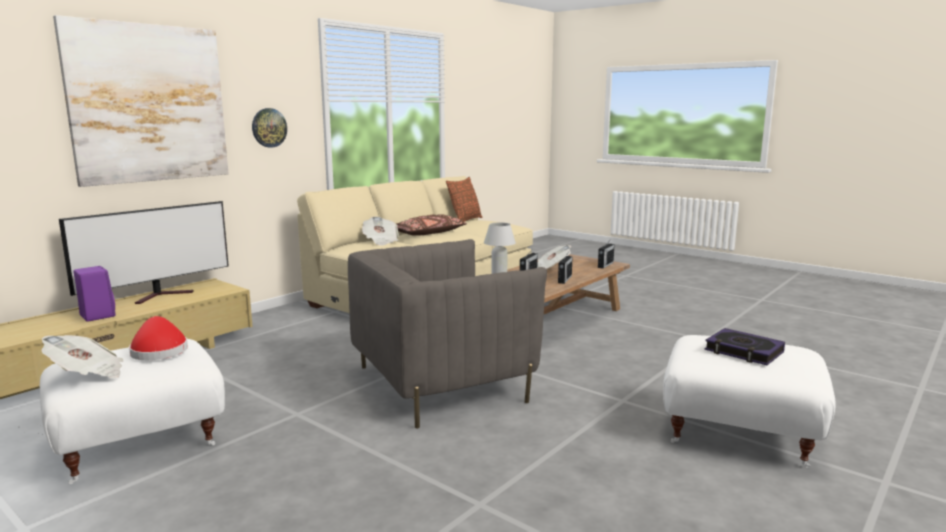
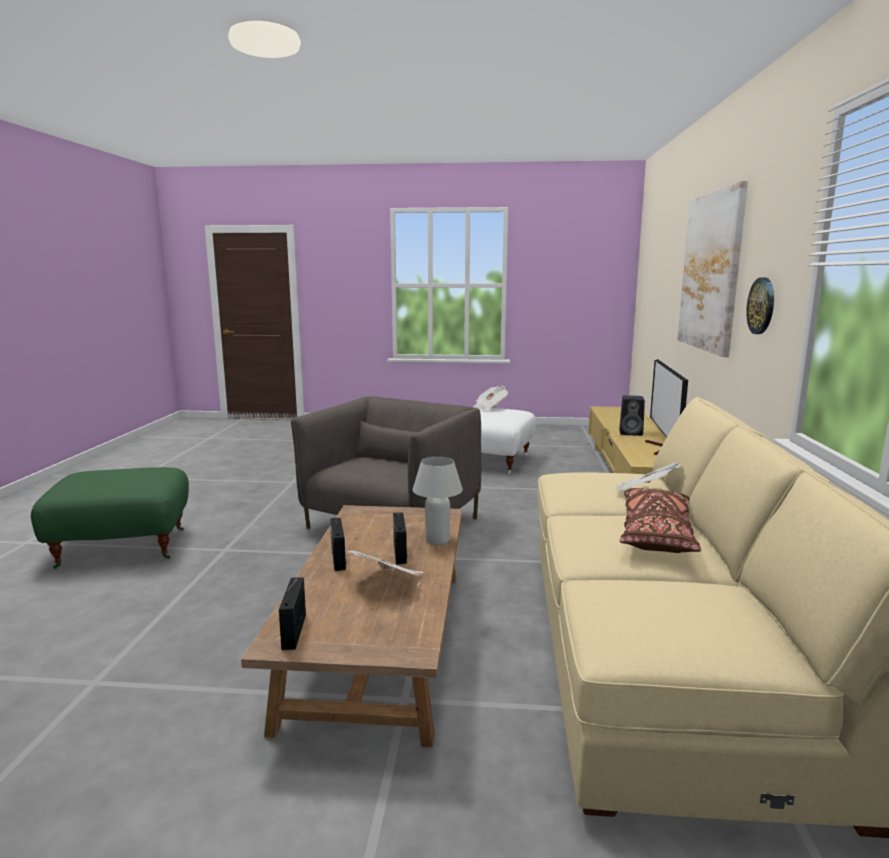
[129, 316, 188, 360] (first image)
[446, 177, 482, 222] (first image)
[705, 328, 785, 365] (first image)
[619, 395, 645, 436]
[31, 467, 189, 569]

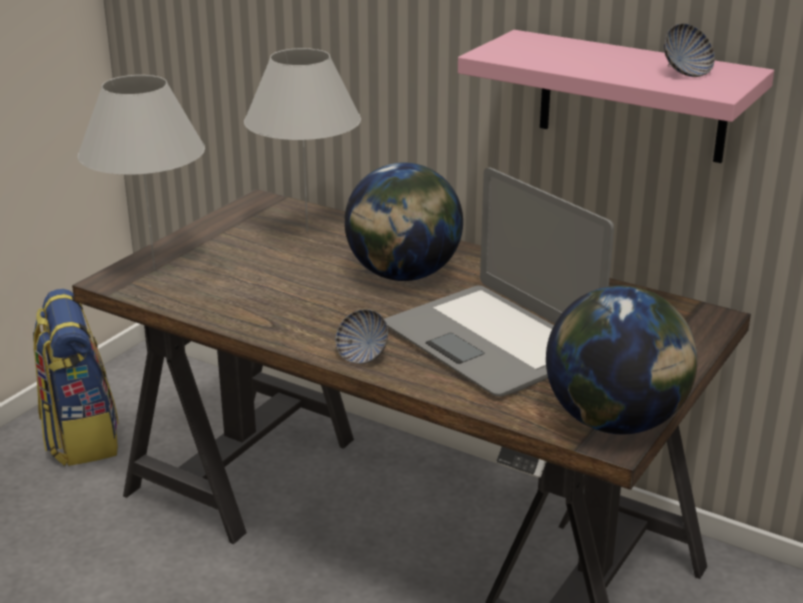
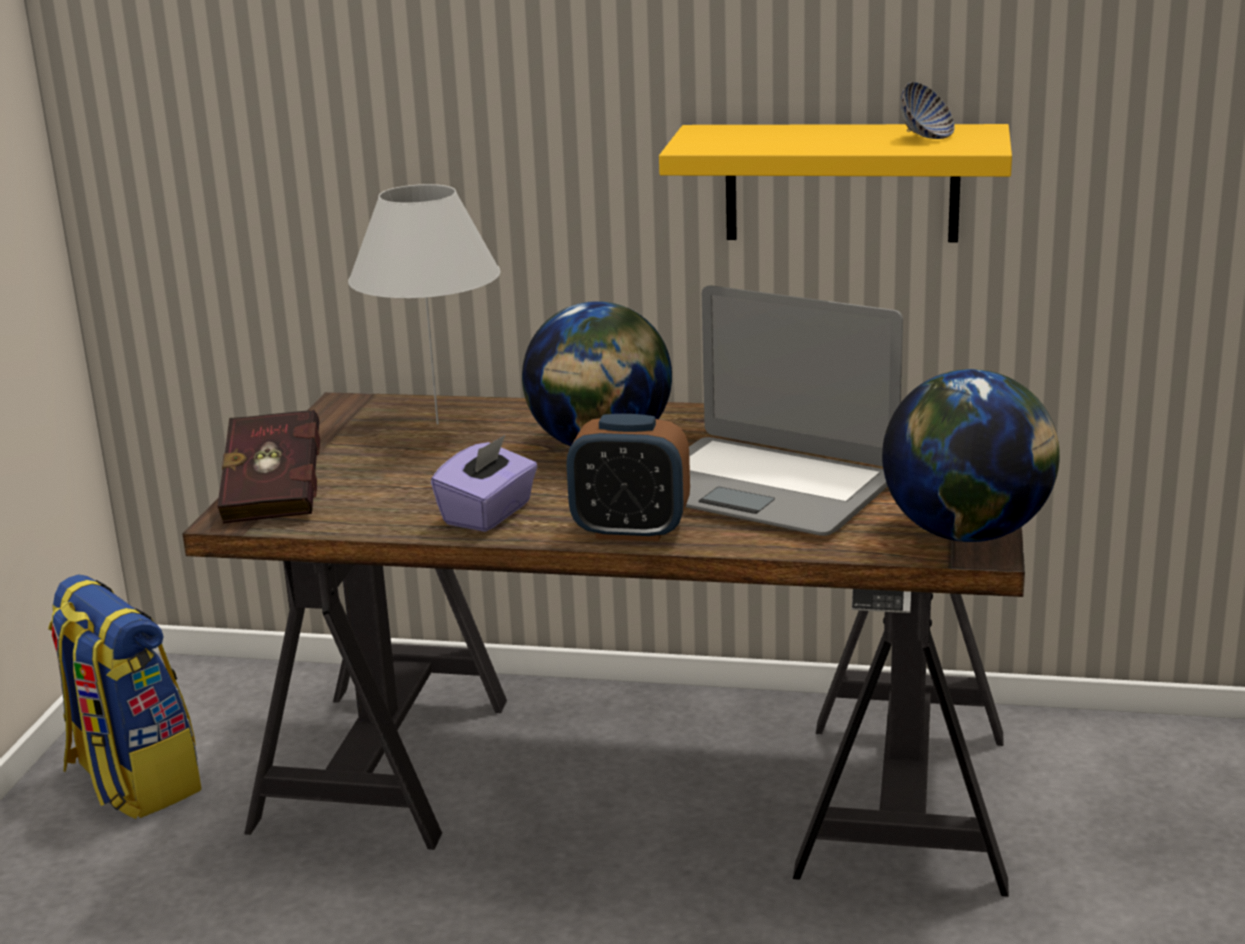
[431, 435, 538, 532]
[217, 410, 320, 523]
[567, 414, 690, 541]
[659, 124, 1012, 242]

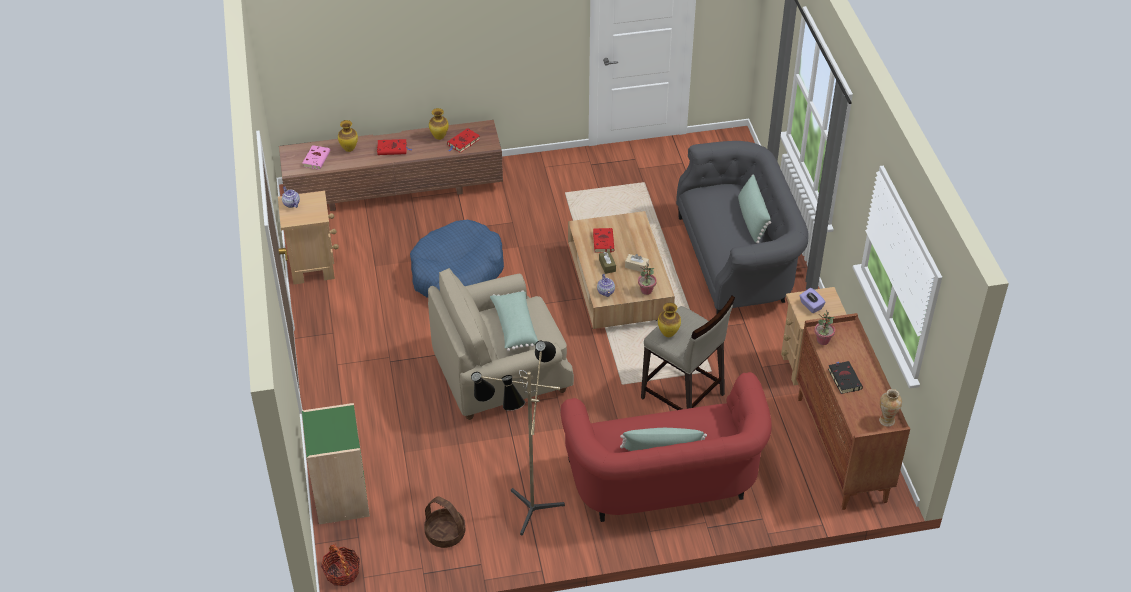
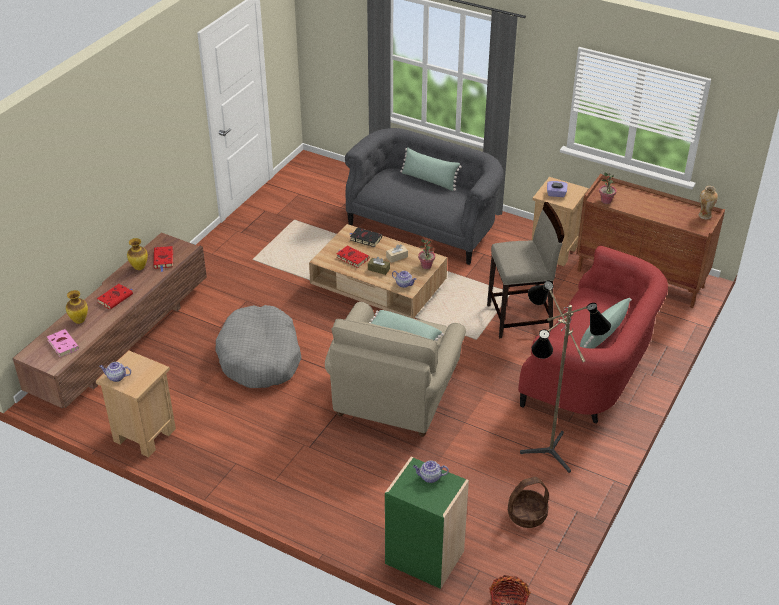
[658, 303, 681, 337] (first image)
[413, 460, 449, 483]
[350, 227, 382, 247]
[215, 305, 302, 388]

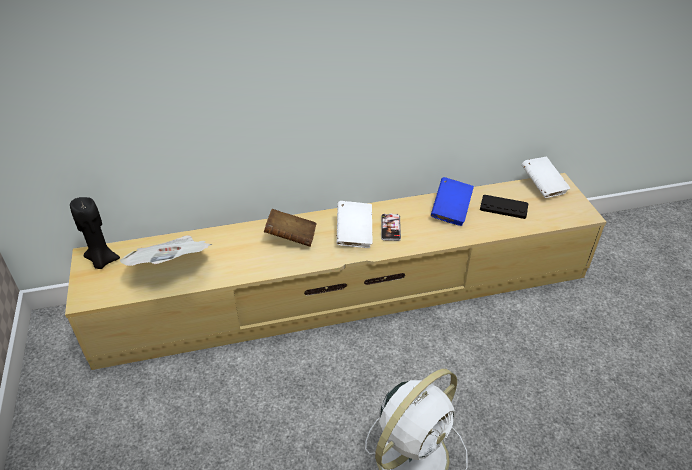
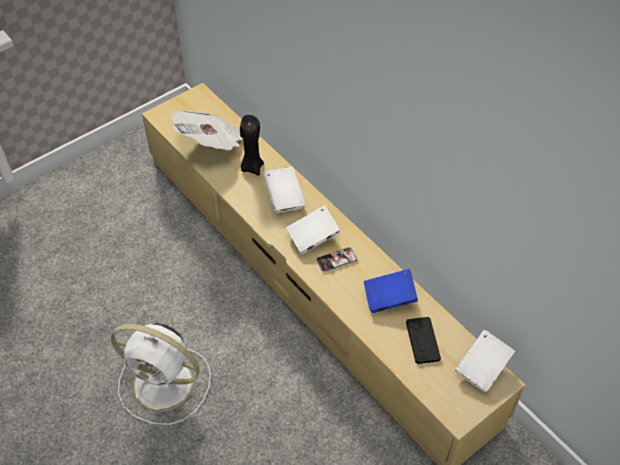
[240, 115, 264, 176]
[263, 167, 305, 213]

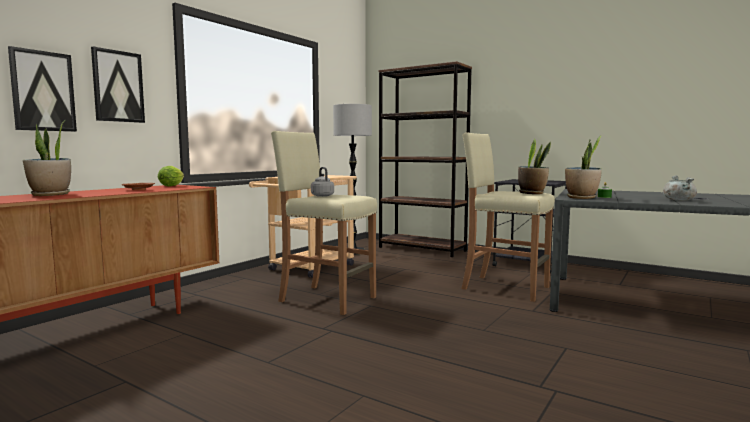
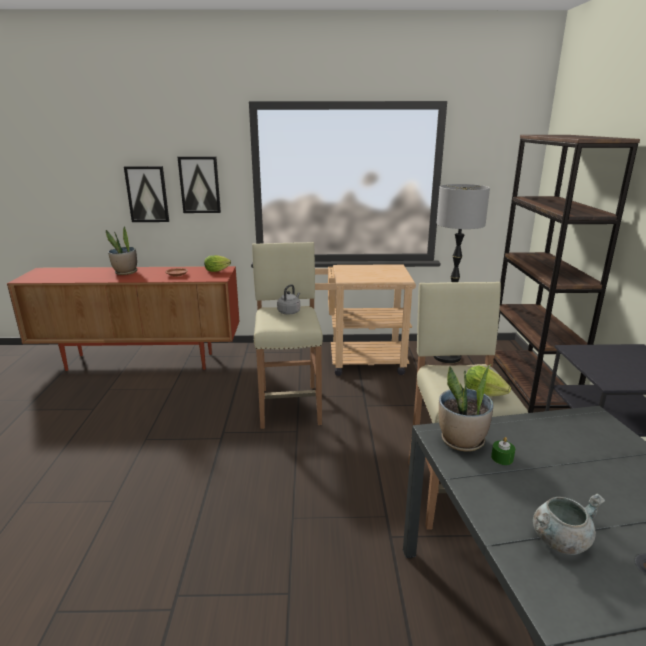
[466, 366, 511, 396]

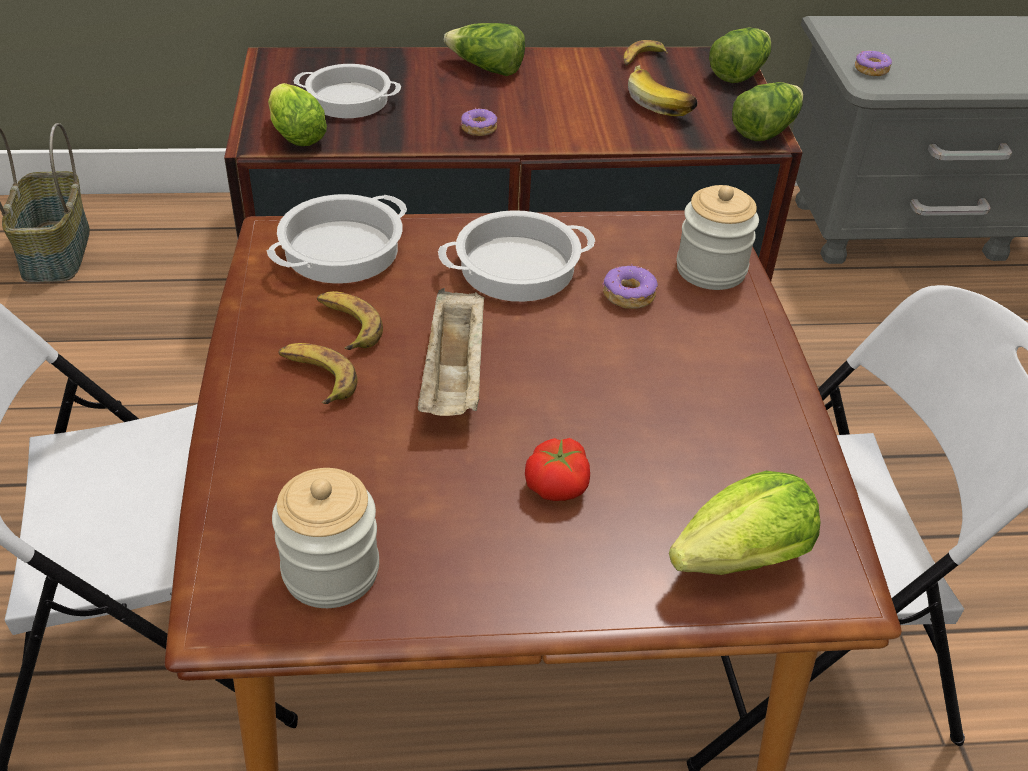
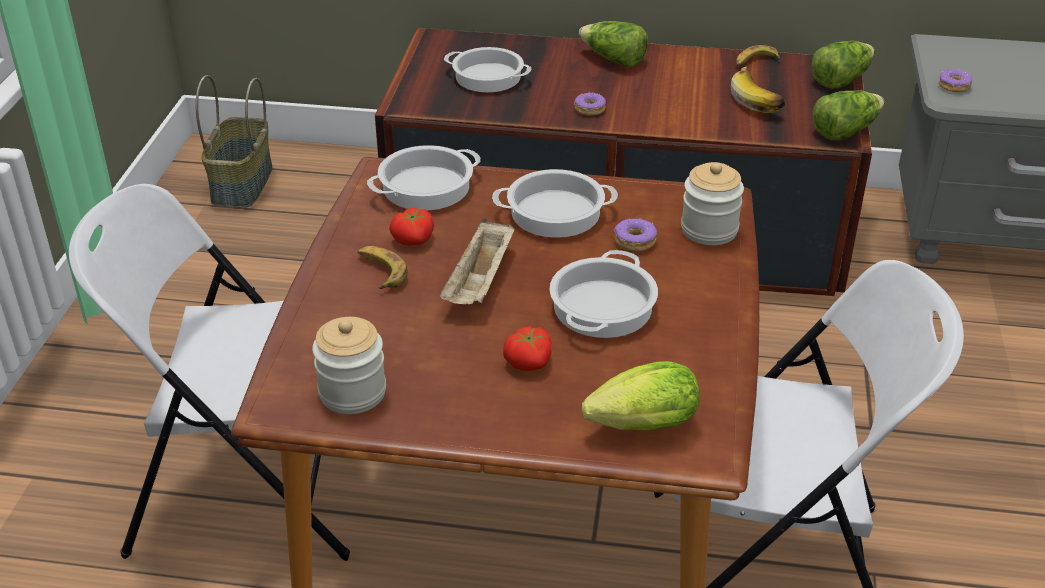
[268, 83, 327, 146] (first image)
[550, 250, 658, 338]
[389, 208, 434, 246]

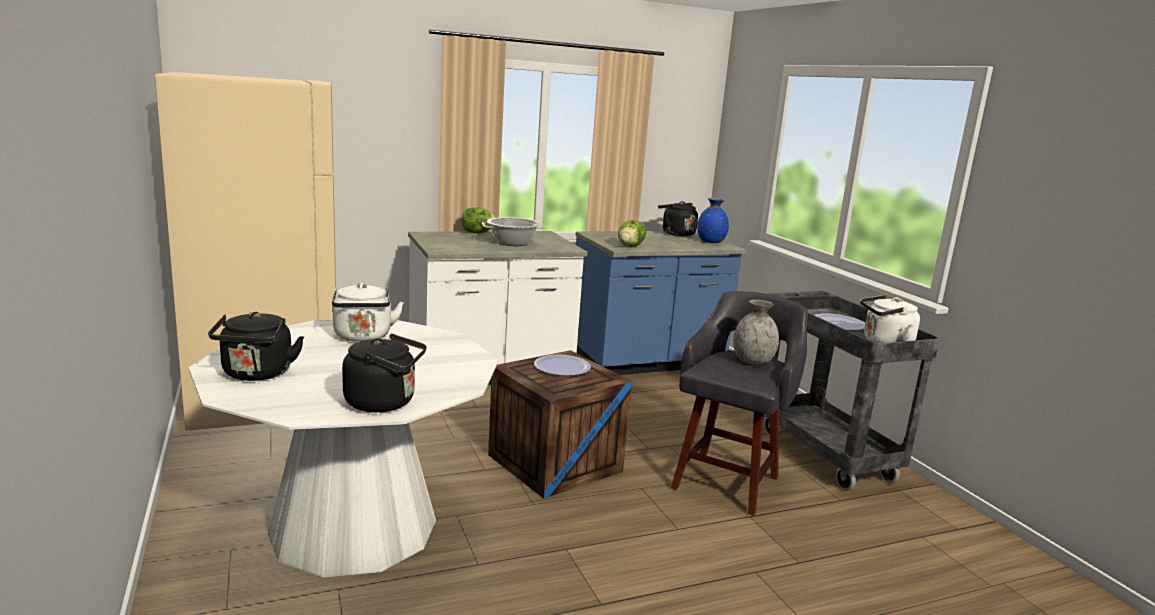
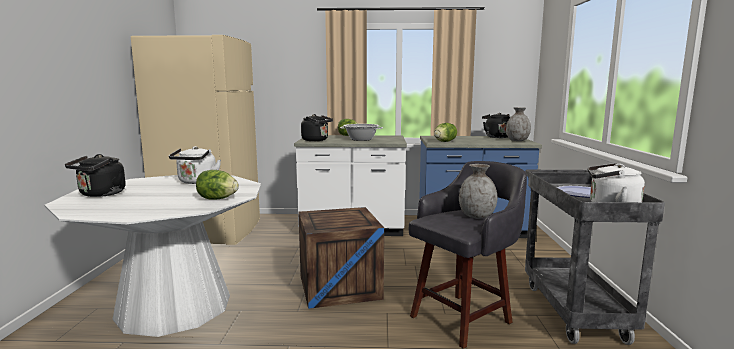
[534, 355, 591, 376] (first image)
[196, 170, 239, 200]
[301, 114, 333, 141]
[506, 107, 531, 141]

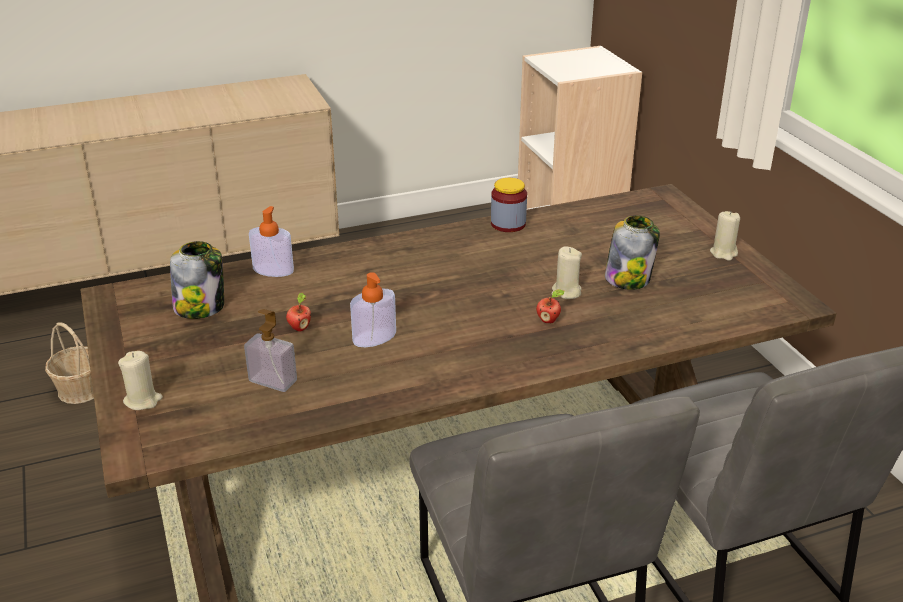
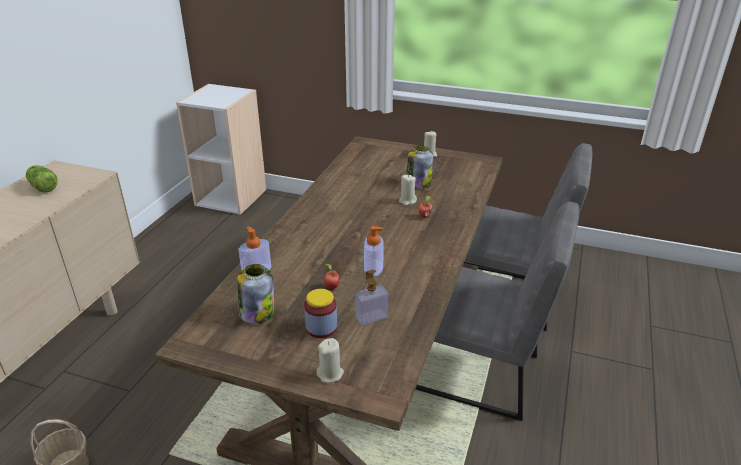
[26, 165, 58, 193]
[304, 289, 337, 338]

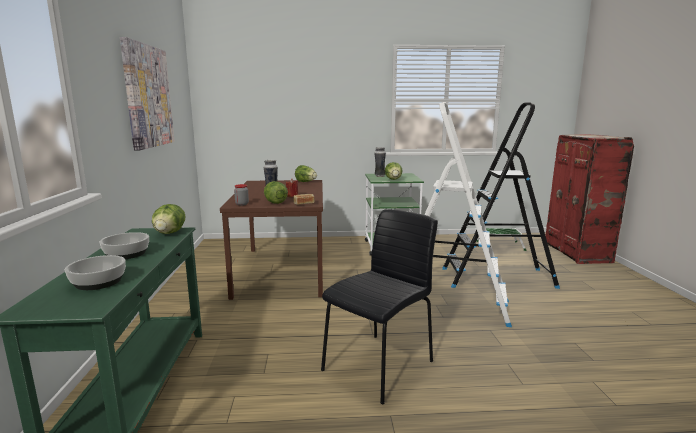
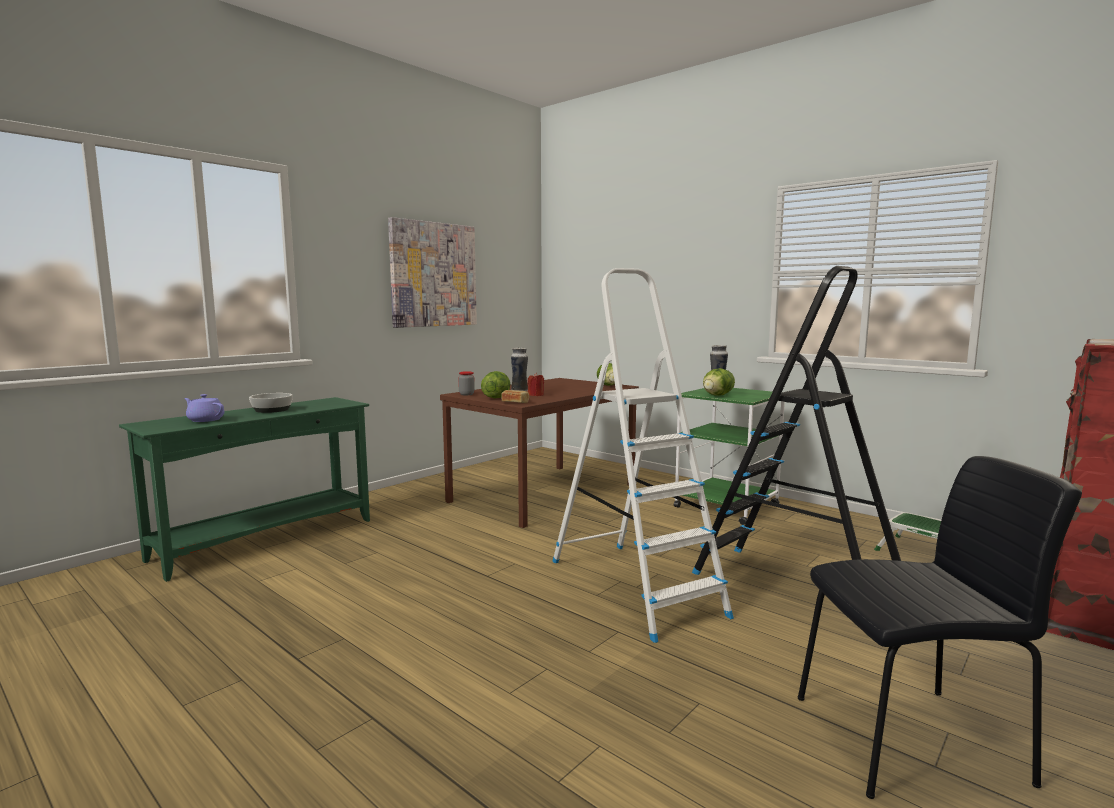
[152, 204, 186, 234] (first image)
[798, 456, 1082, 799]
[184, 394, 224, 422]

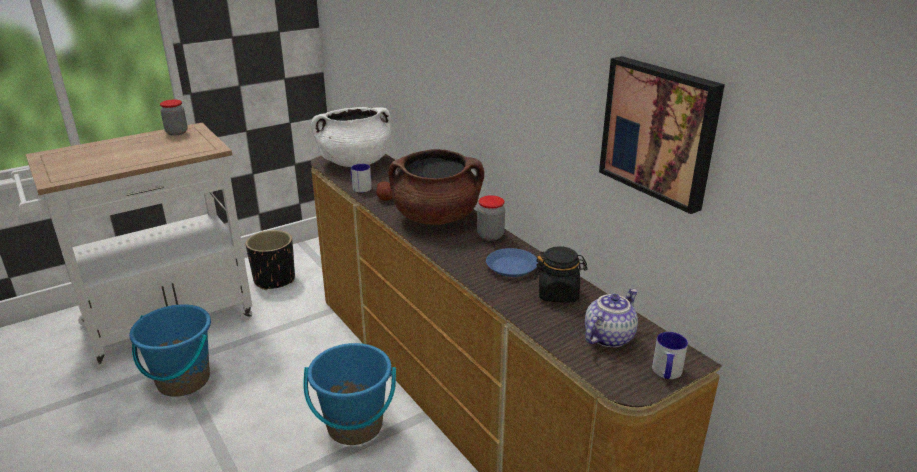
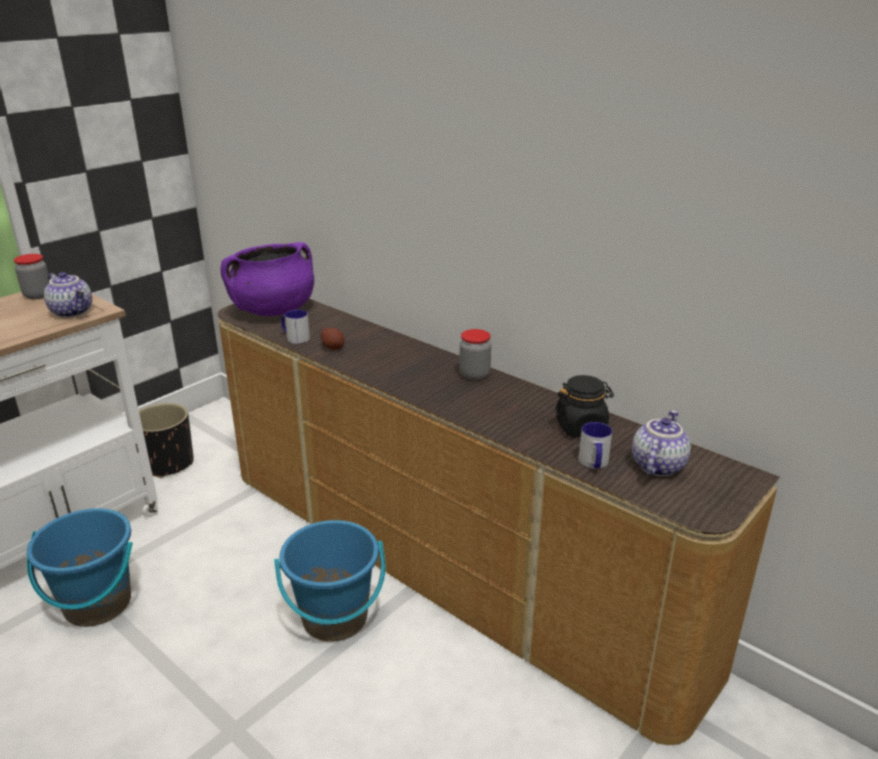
[388, 149, 484, 225] (first image)
[486, 248, 538, 277] (first image)
[599, 56, 725, 214] (first image)
[44, 272, 92, 318]
[579, 422, 612, 469]
[221, 242, 314, 316]

